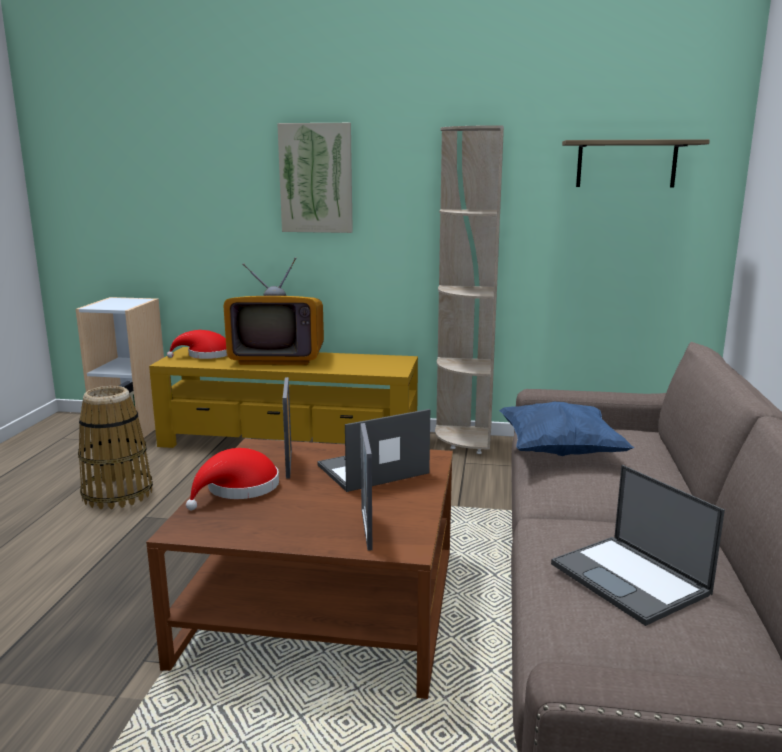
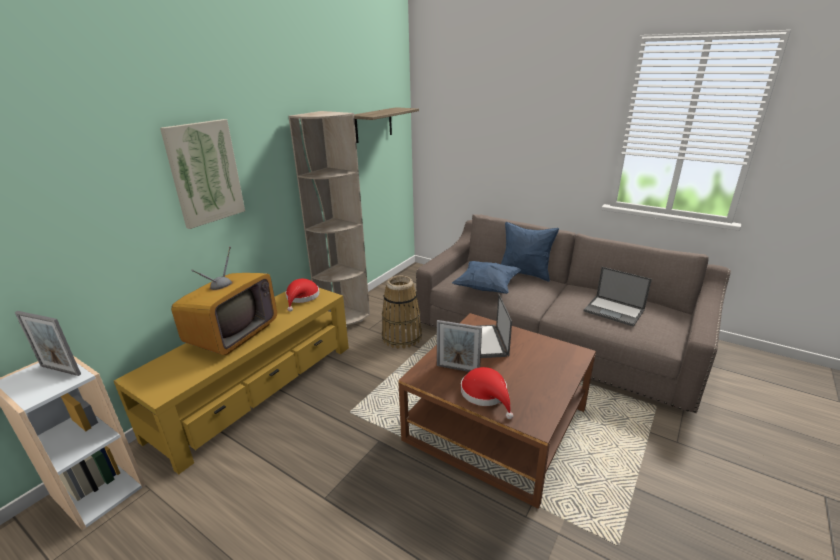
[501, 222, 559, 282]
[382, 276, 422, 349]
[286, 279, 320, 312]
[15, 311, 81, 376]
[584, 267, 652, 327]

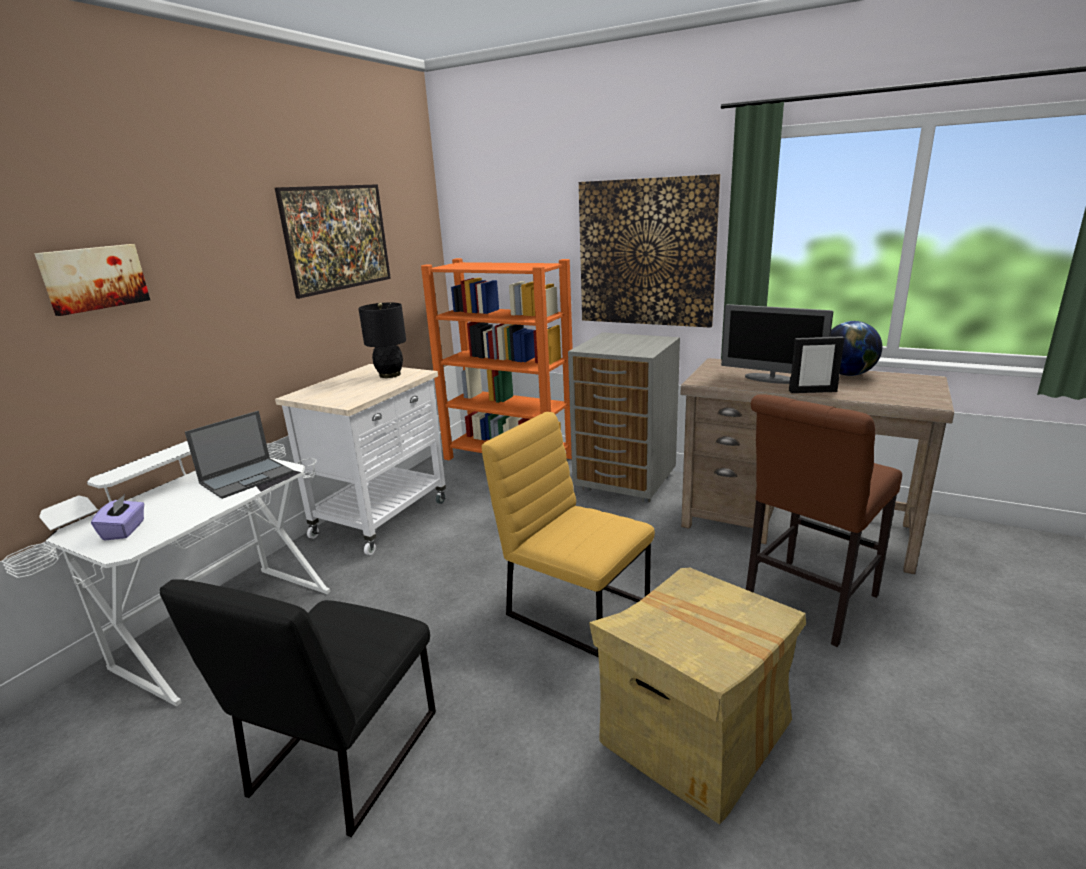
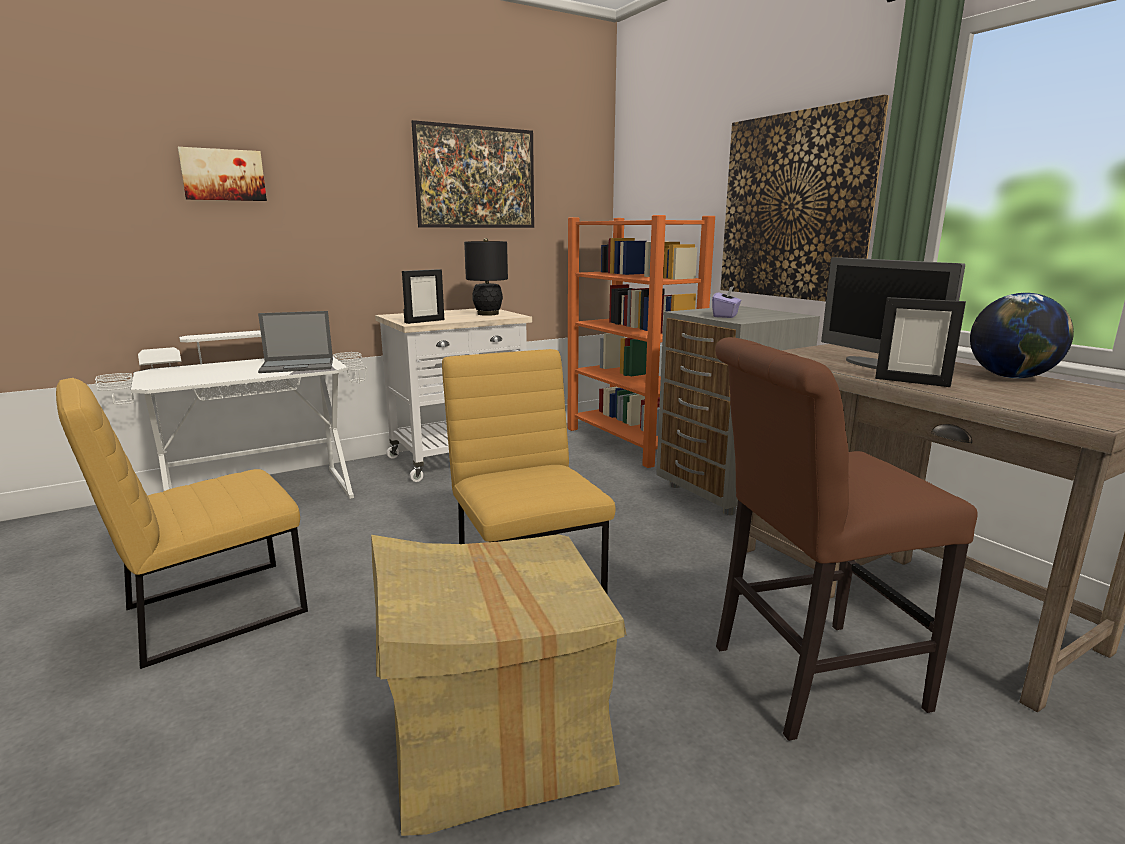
[402, 269, 444, 324]
[712, 286, 741, 318]
[56, 378, 308, 669]

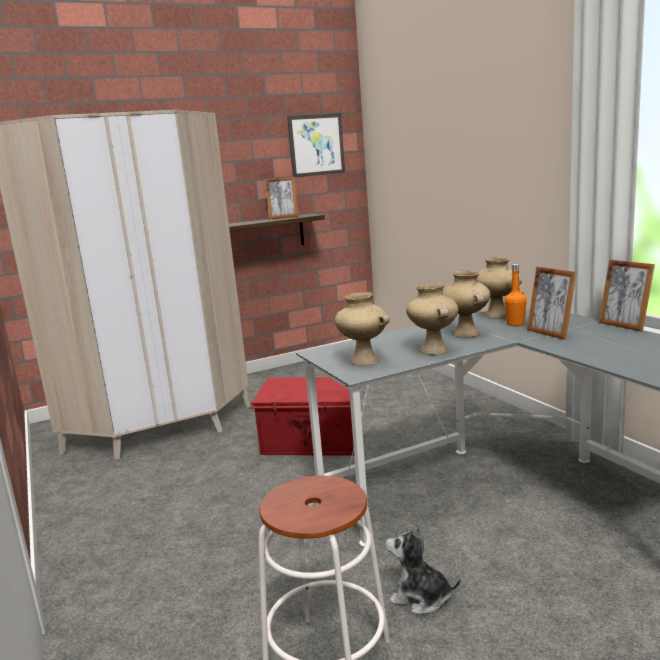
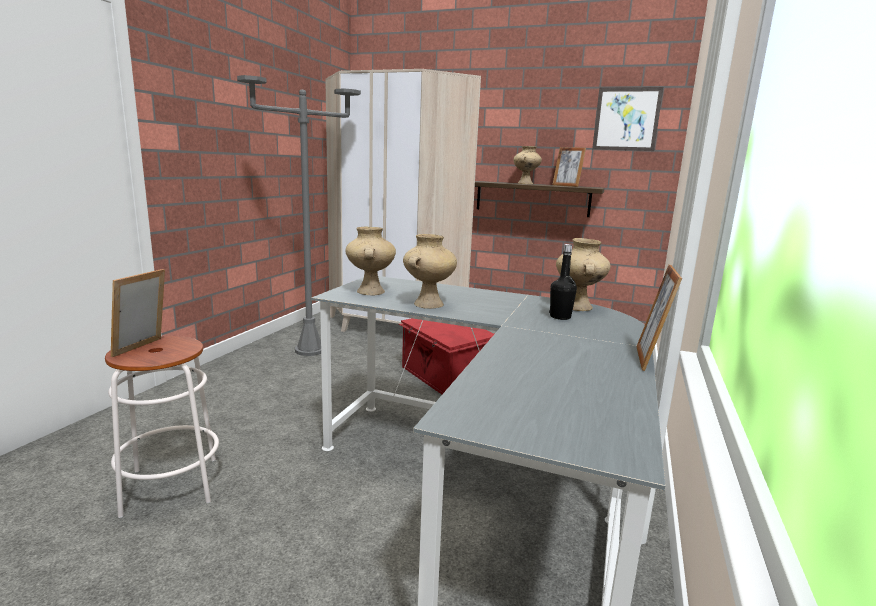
[385, 523, 461, 614] (first image)
[237, 75, 361, 356]
[513, 146, 542, 184]
[111, 269, 165, 357]
[549, 244, 577, 320]

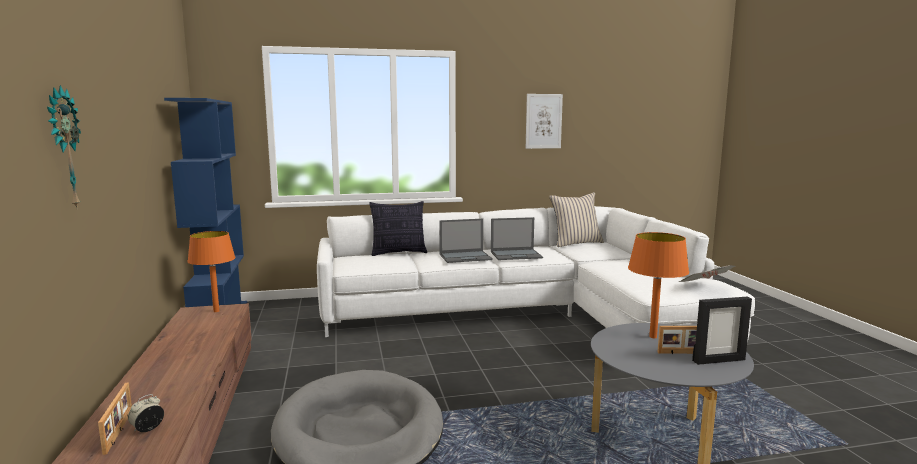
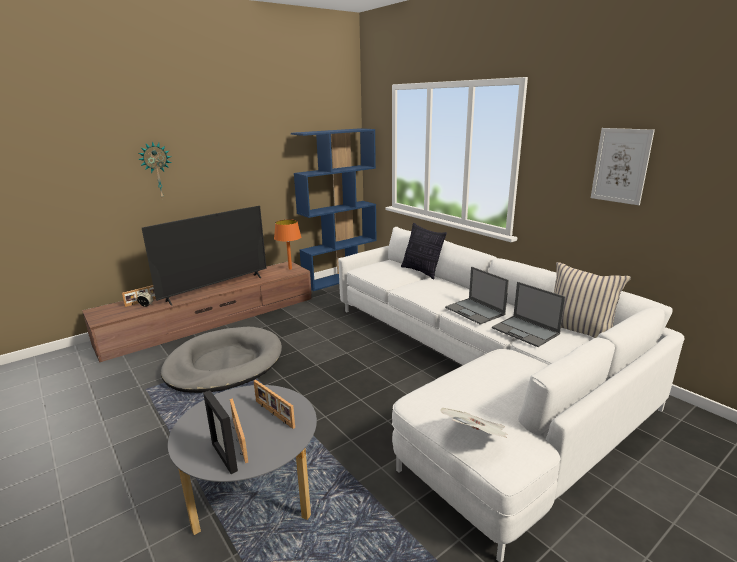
[142, 206, 267, 306]
[492, 282, 566, 347]
[254, 380, 295, 429]

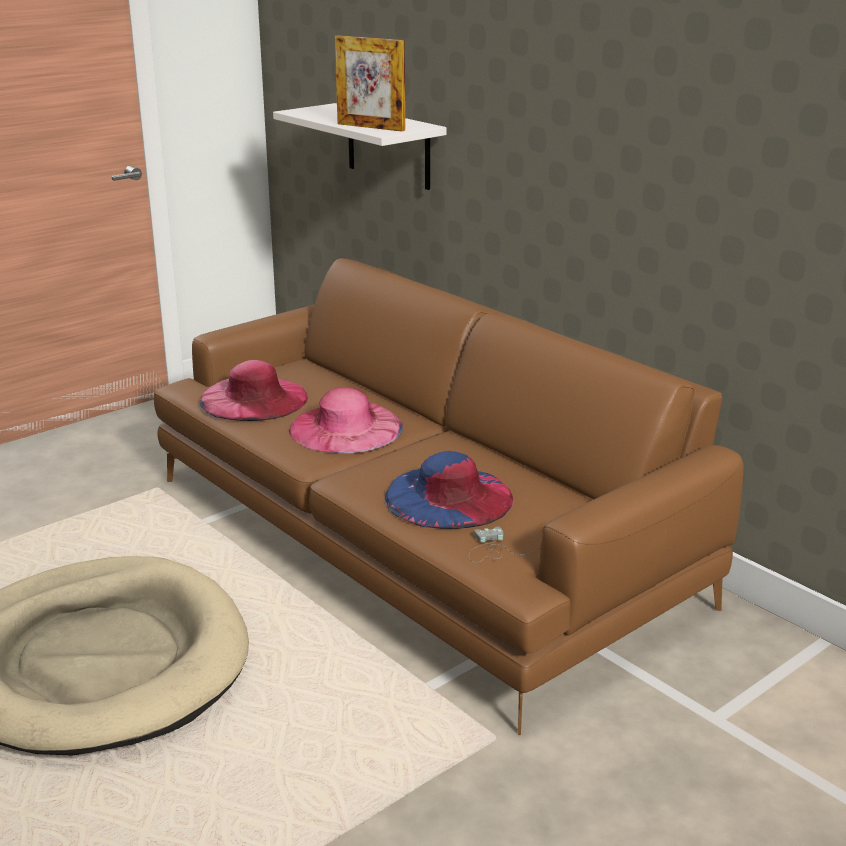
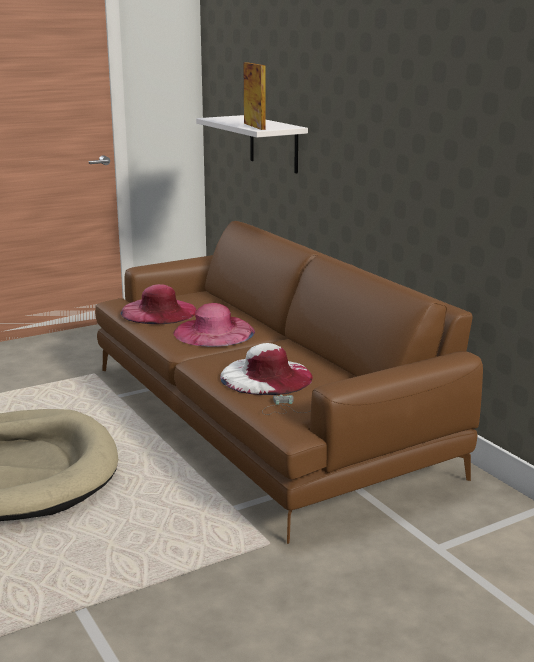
[220, 343, 313, 395]
[243, 62, 266, 130]

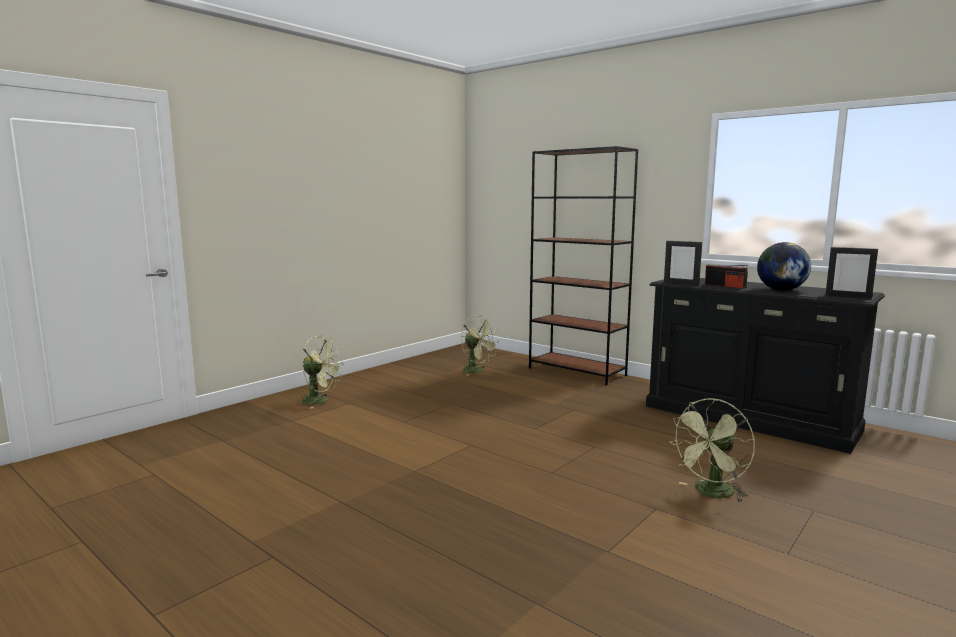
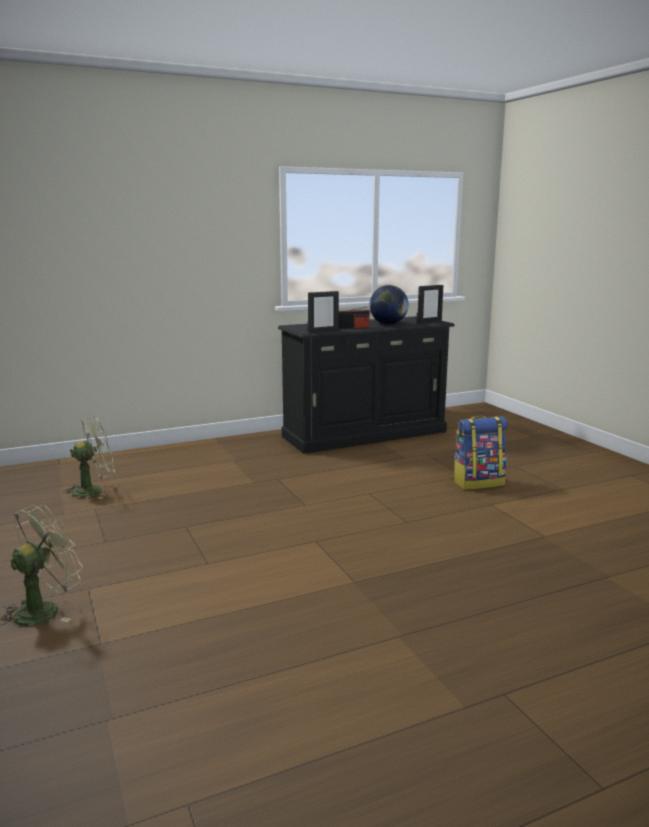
[529, 146, 638, 385] (first image)
[453, 416, 508, 490]

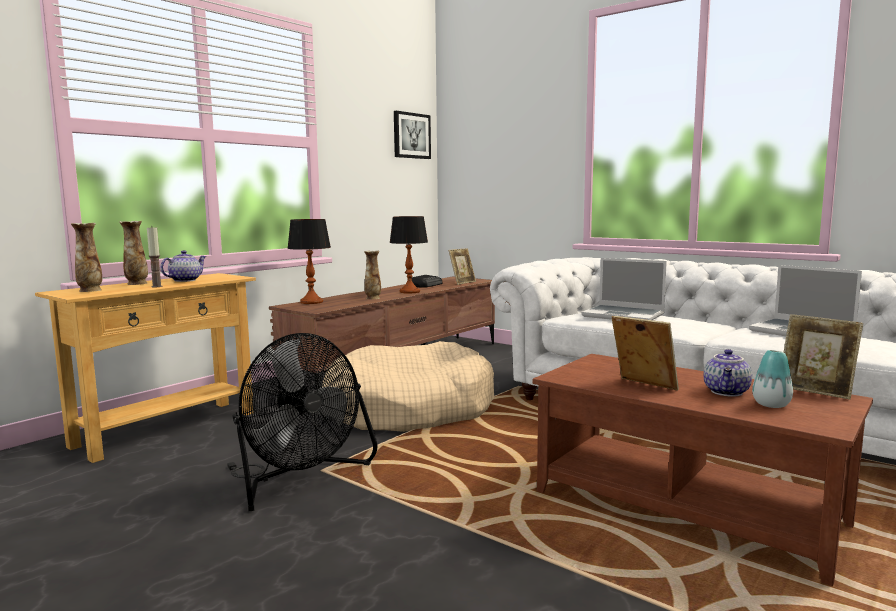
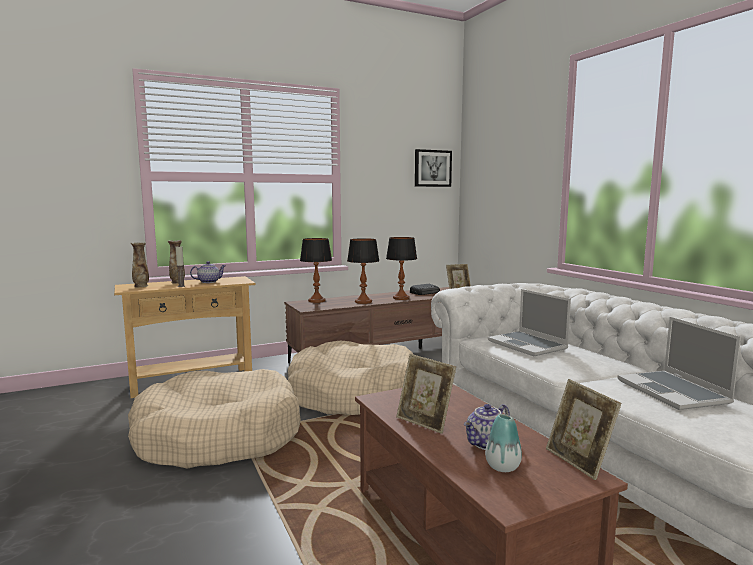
[128, 369, 301, 469]
[347, 238, 379, 304]
[396, 354, 456, 434]

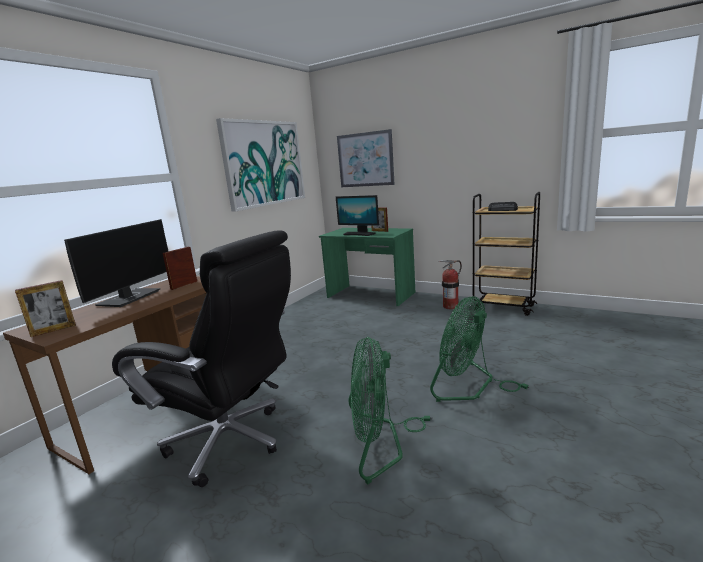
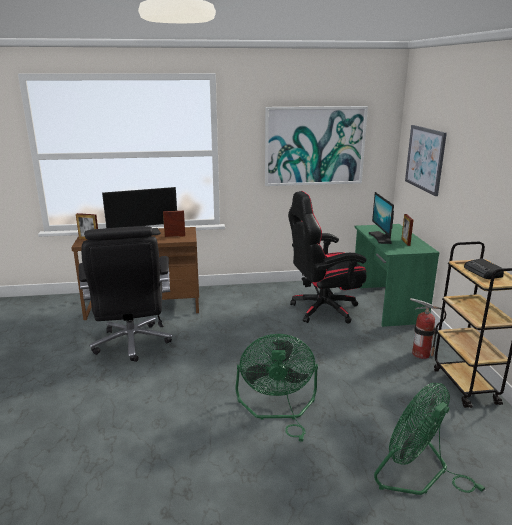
[288, 191, 367, 323]
[374, 383, 486, 495]

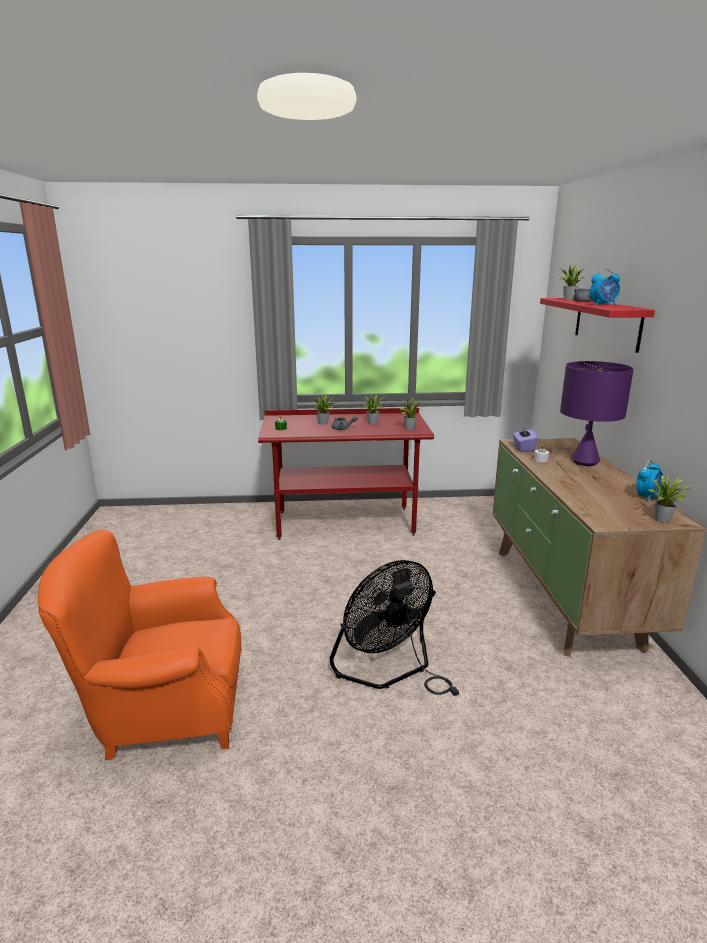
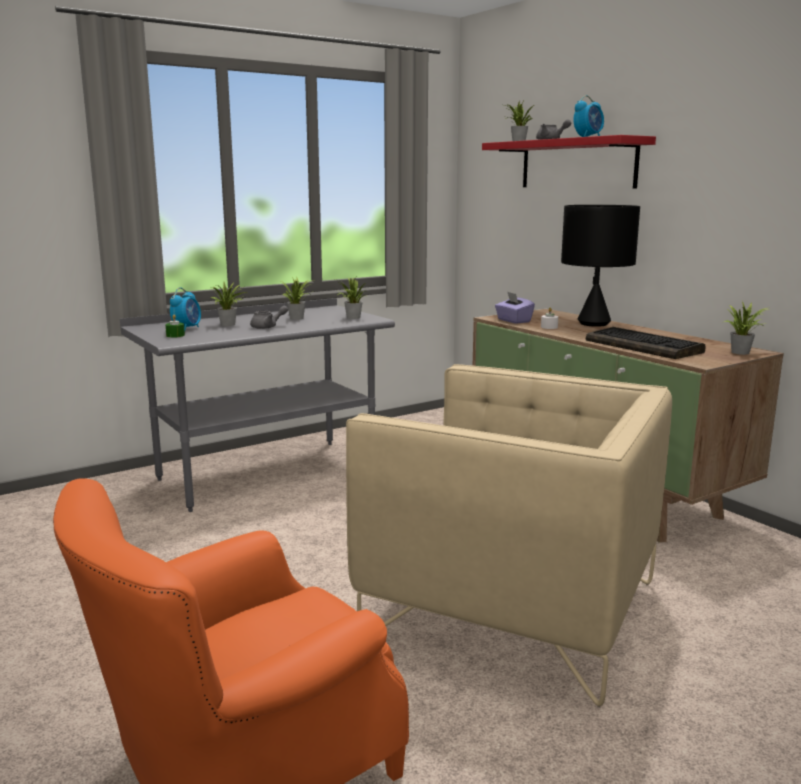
[586, 327, 705, 359]
[170, 287, 201, 331]
[346, 364, 672, 708]
[120, 298, 395, 512]
[561, 205, 640, 327]

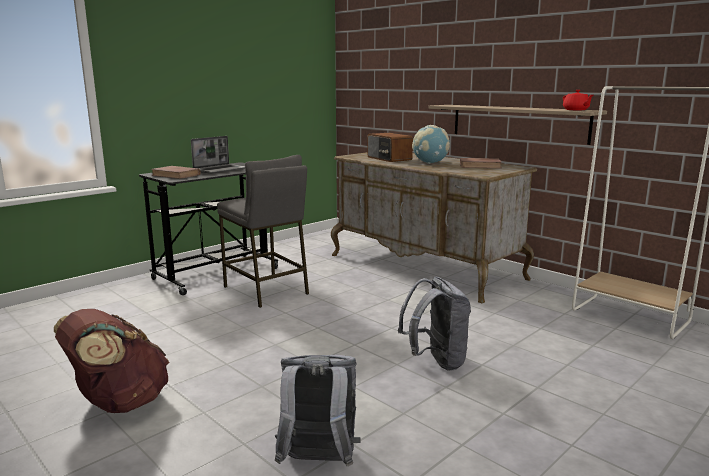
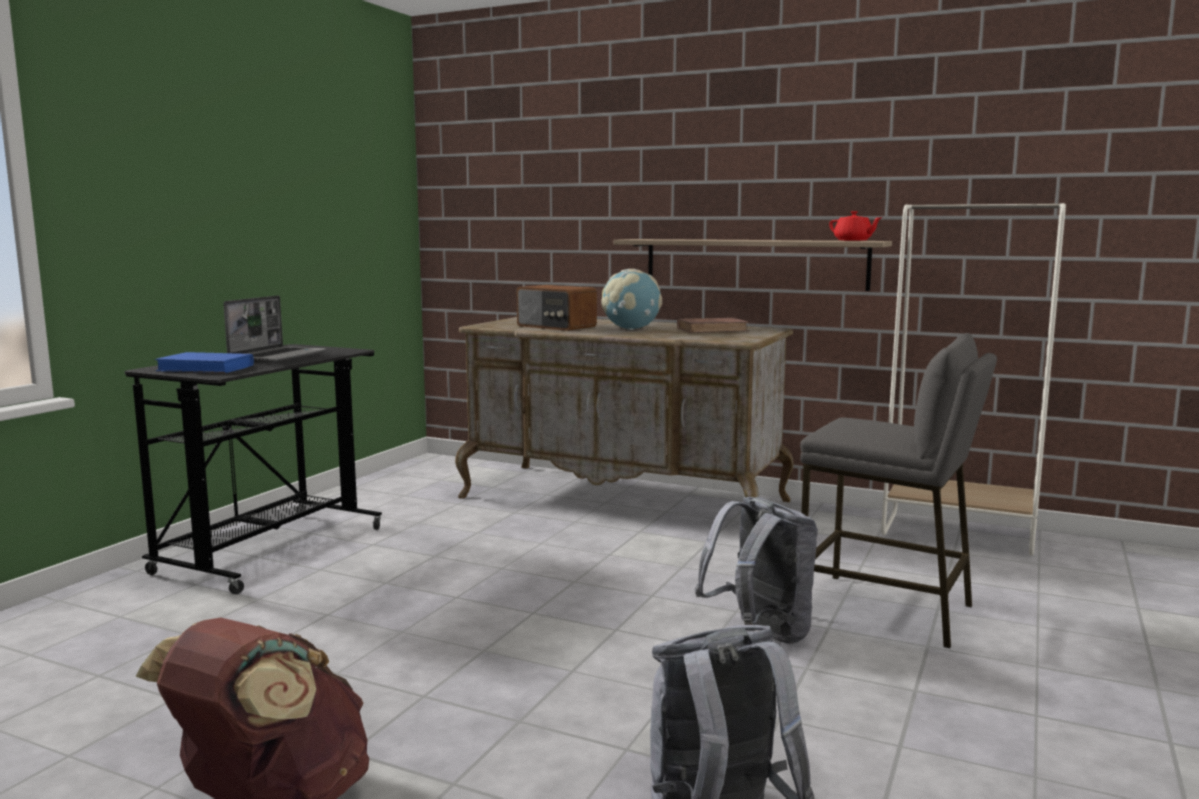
[800, 333, 997, 649]
[155, 352, 254, 373]

